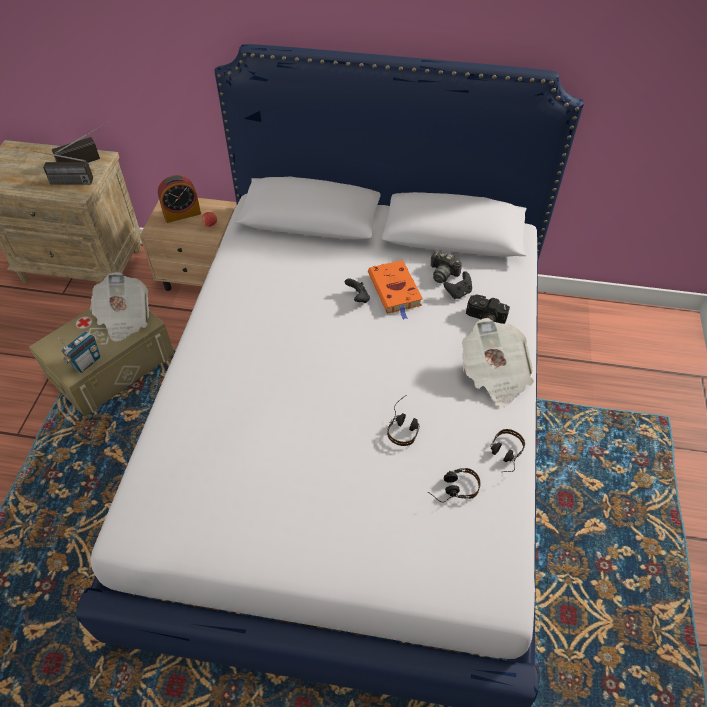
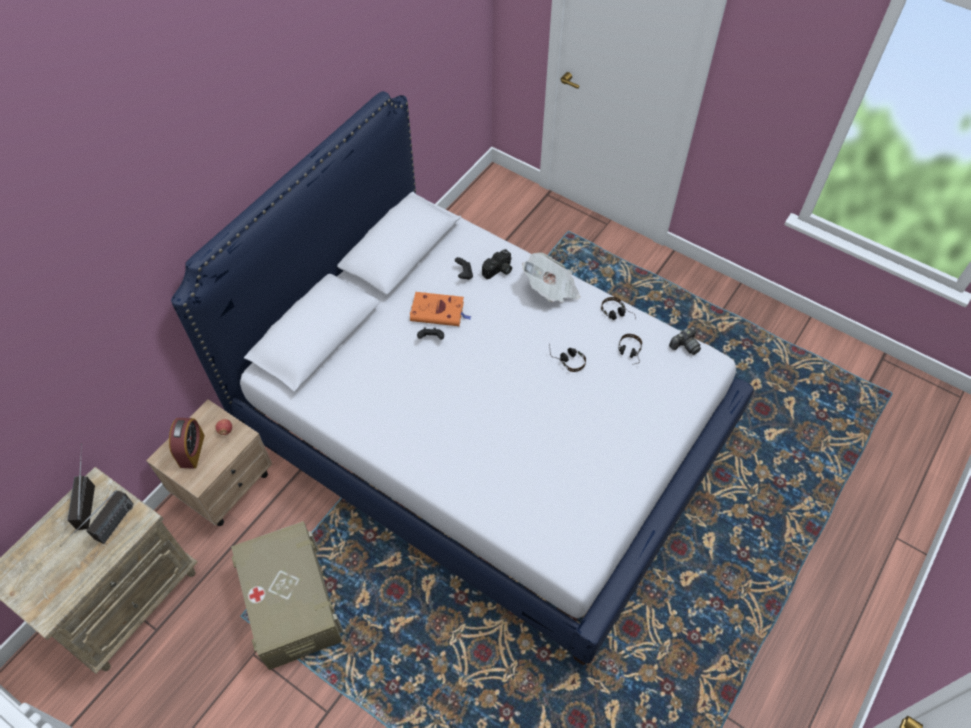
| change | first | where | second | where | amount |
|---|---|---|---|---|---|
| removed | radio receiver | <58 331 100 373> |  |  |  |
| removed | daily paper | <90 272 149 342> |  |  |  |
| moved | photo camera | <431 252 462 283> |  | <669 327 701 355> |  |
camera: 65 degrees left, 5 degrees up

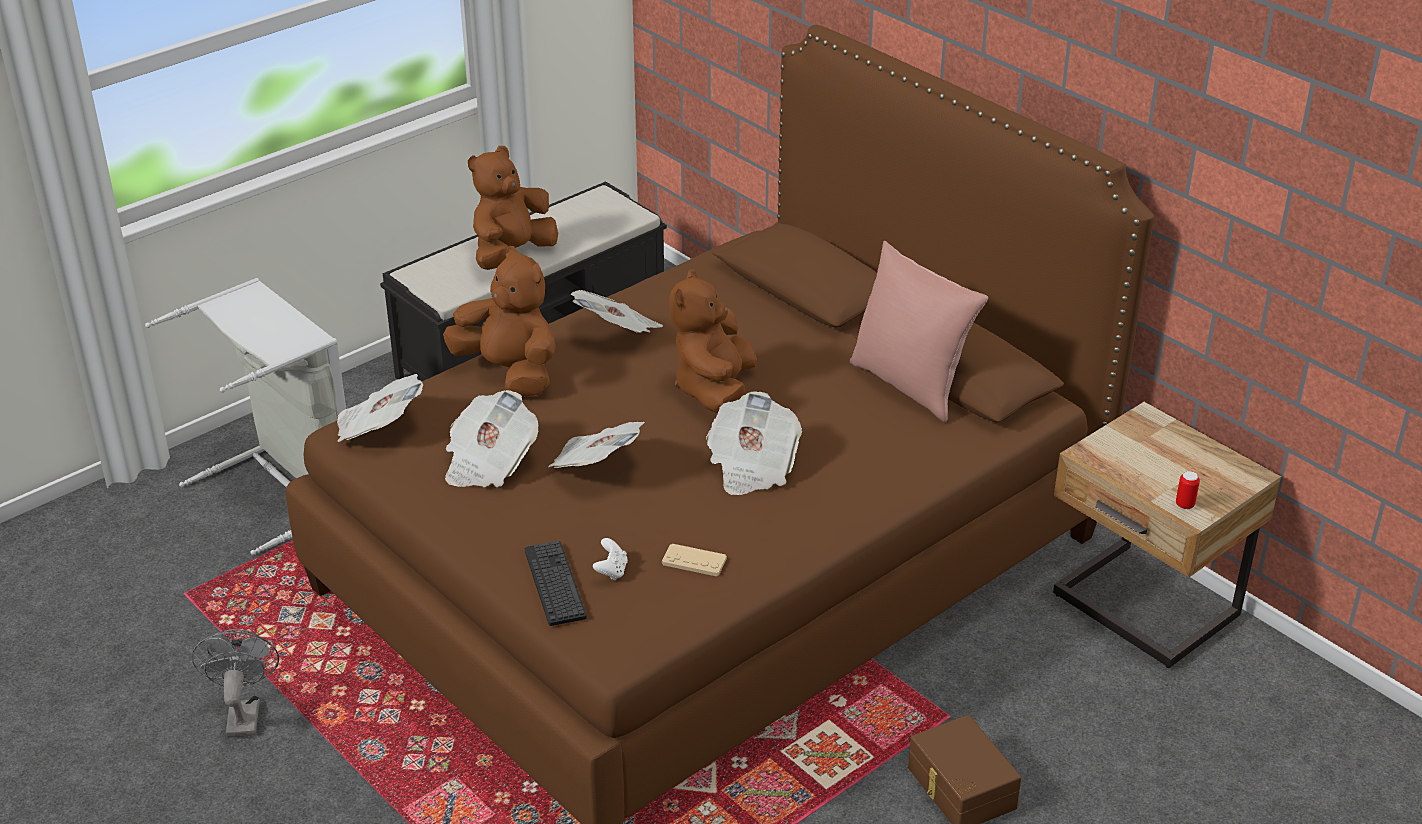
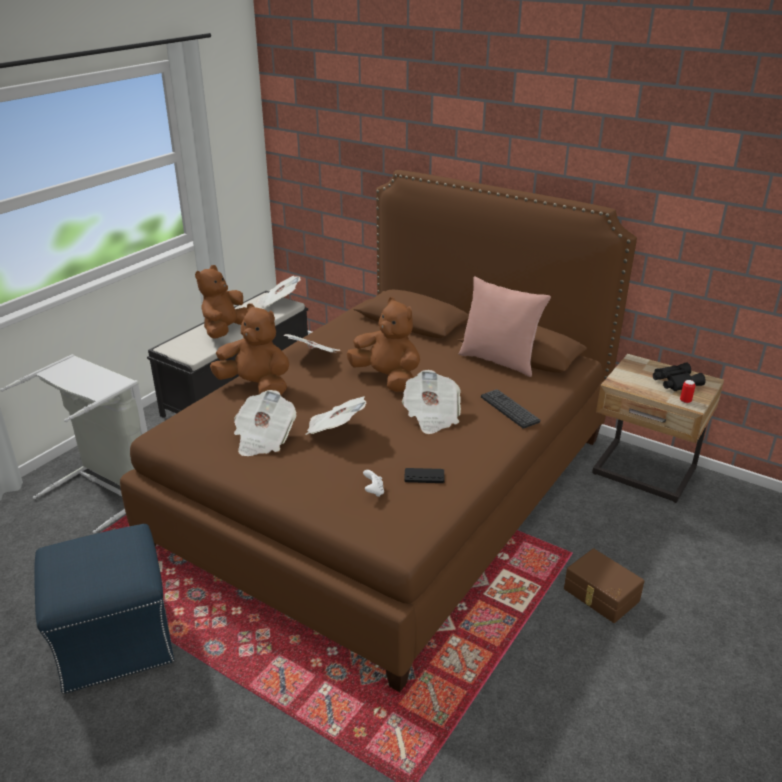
| change | first | where | second | where | amount |
|---|---|---|---|---|---|
| added |  |  | blackish field glasses | <653 363 706 391> |  |
| moved | daily paper | <337 374 423 442> |  | <257 276 301 308> |  |
| moved | keyboard | <525 541 587 626> |  | <481 389 540 429> |  |
| replaced | gray fan | <191 629 279 738> | bluish footrest | <34 524 174 694> |  |
| recoloured | sand-coloured game controller | <662 544 727 576> | blackish game controller | <404 468 444 483> |  |
| turned | brown-coloured plush toy | <669 269 757 413> |  | <347 297 420 392> | 135 degrees clockwise |
camera: 15 degrees left, 5 degrees down

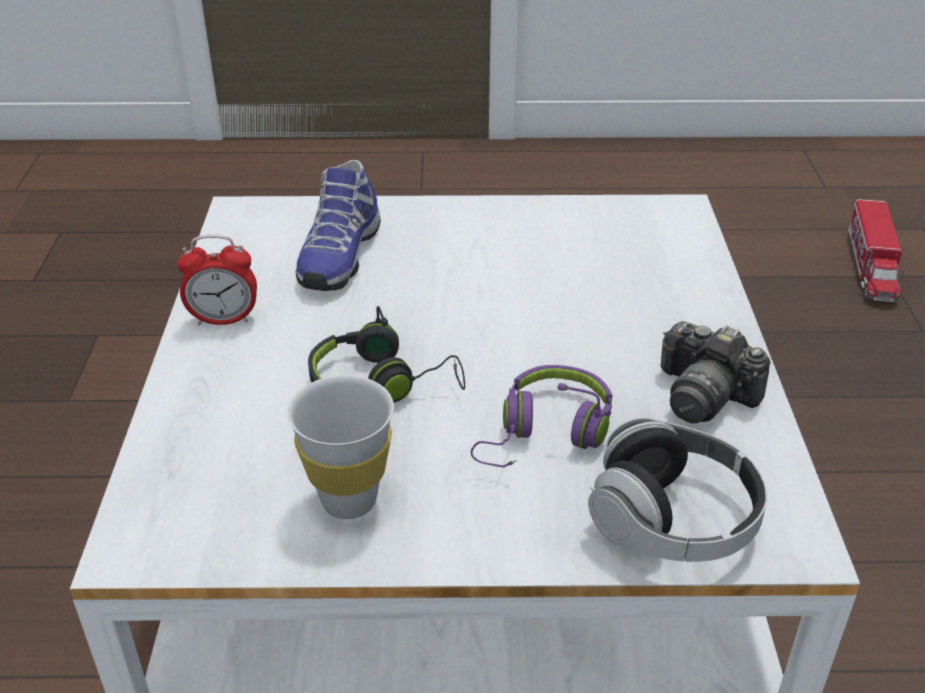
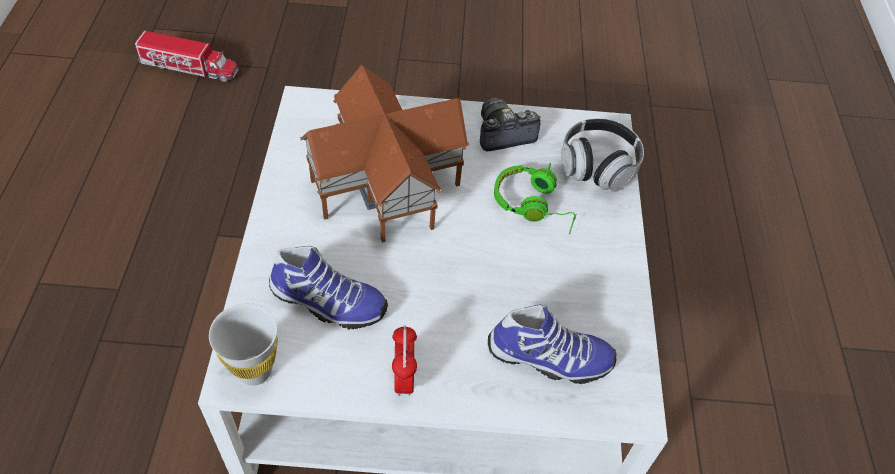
| change | first | where | second | where | amount |
|---|---|---|---|---|---|
| removed | blackish headphones | <308 306 465 403> |  |  |  |
| added |  |  | toy house | <300 65 470 243> |  |
| added |  |  | item of footwear | <488 304 617 384> |  |
| moved | white drinking cup | <287 375 394 519> |  | <209 303 278 386> |  |
| recoloured | purple headphones | <471 365 612 467> | green headphones | <494 163 577 235> |  |
| turned | photo camera | <661 321 771 423> |  | <480 97 541 151> | 150 degrees counterclockwise |
camera: 90 degrees left, 15 degrees up

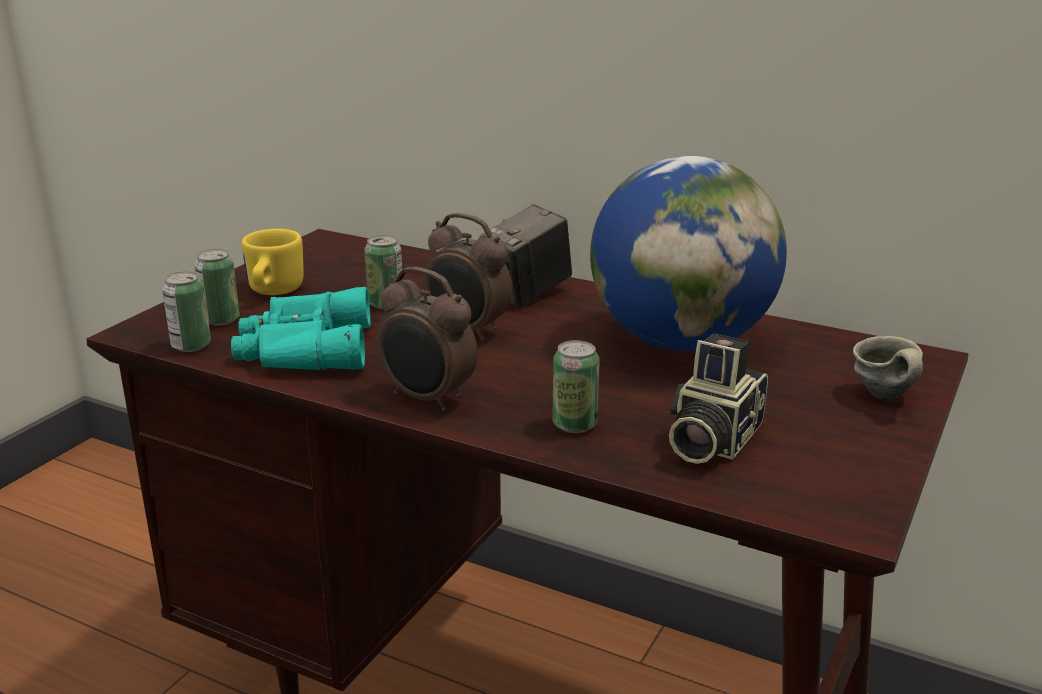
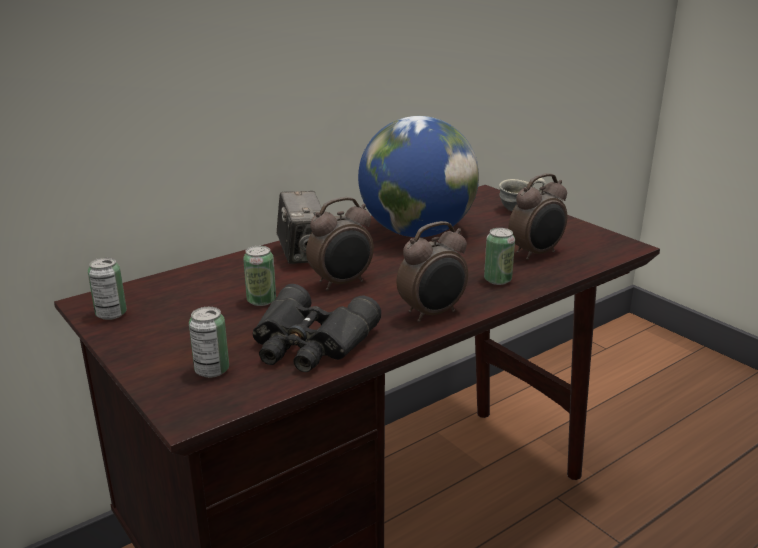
| change | first | where | second | where | amount |
|---|---|---|---|---|---|
| removed | yellow-coloured tea mug | <242 229 304 295> |  |  |  |
| moved | can | <162 271 211 352> |  | <88 257 127 320> |  |
| replaced | photo camera | <669 333 768 464> | table clock | <509 173 567 260> |  |
| recoloured | turquoise-coloured field glasses | <231 287 370 370> | blackish field glasses | <253 284 381 372> |  |
camera: 65 degrees left, 0 degrees up

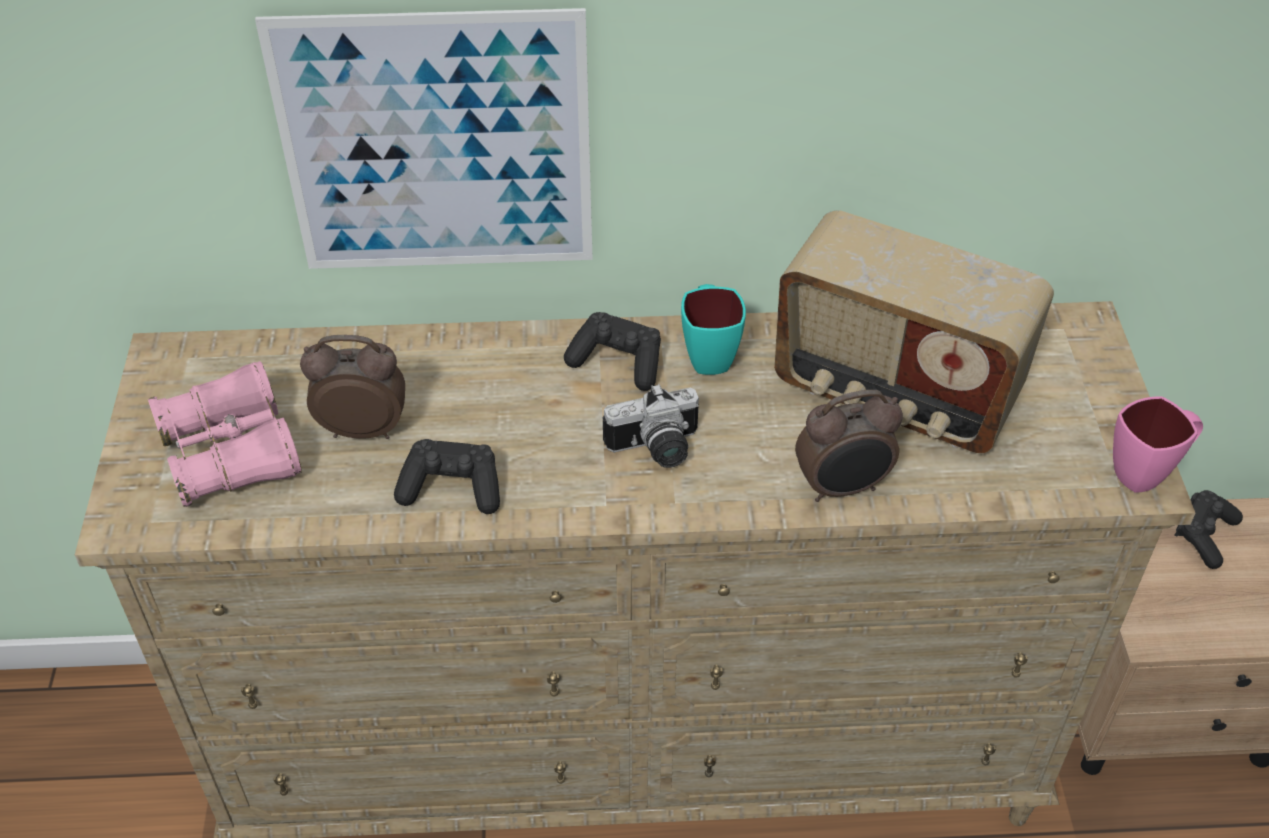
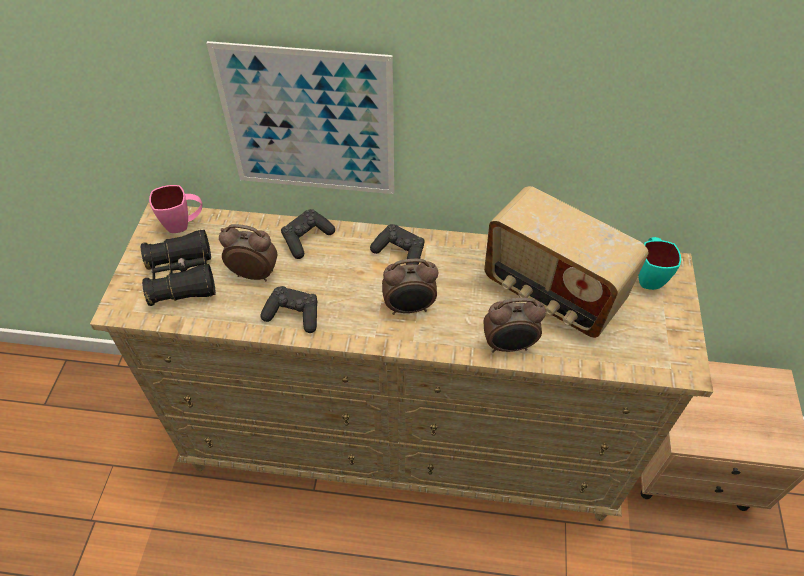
| change | first | where | second | where | amount |
|---|---|---|---|---|---|
| moved | turquoise-coloured tea mug | <681 284 746 375> |  | <638 237 681 290> |  |
| moved | pink tea mug | <1113 396 1203 493> |  | <149 185 202 233> |  |
| moved | blackish game controller | <1174 490 1243 569> |  | <281 209 335 259> |  |
| replaced | photo camera | <603 384 699 468> | table clock | <382 259 438 315> |  |
| recoloured | pink field glasses | <148 361 302 507> | blackish field glasses | <141 230 216 306> |  |
camera: 10 degrees right, 5 degrees up

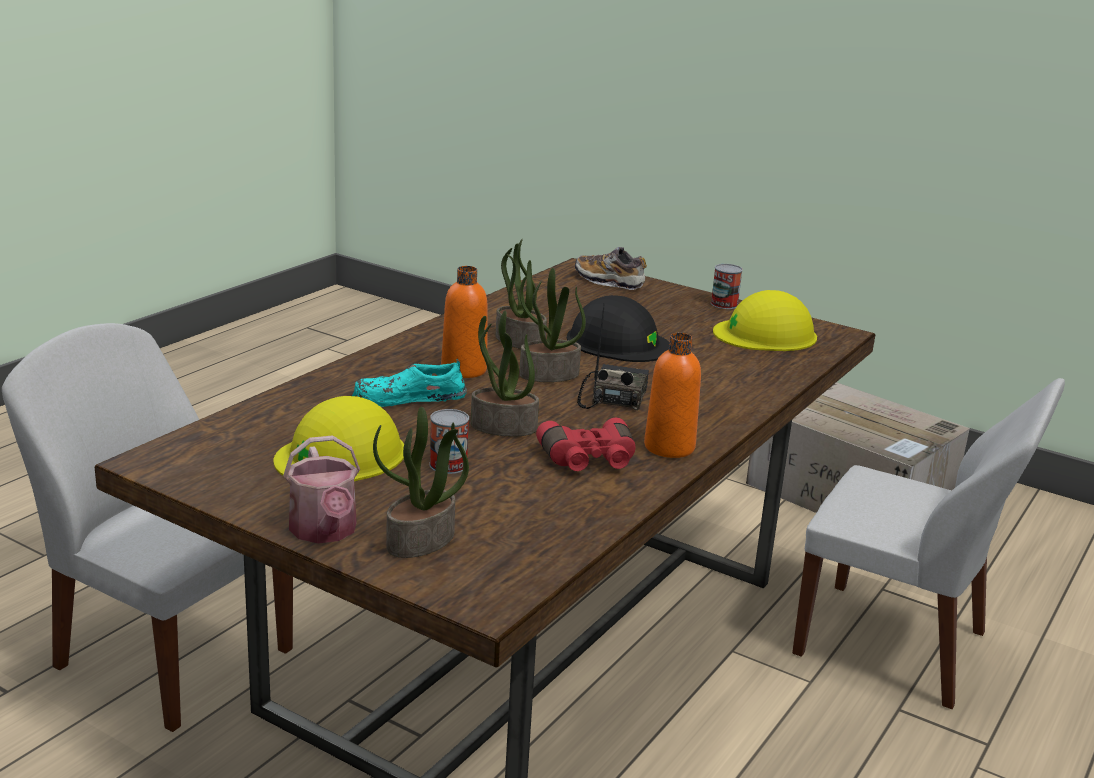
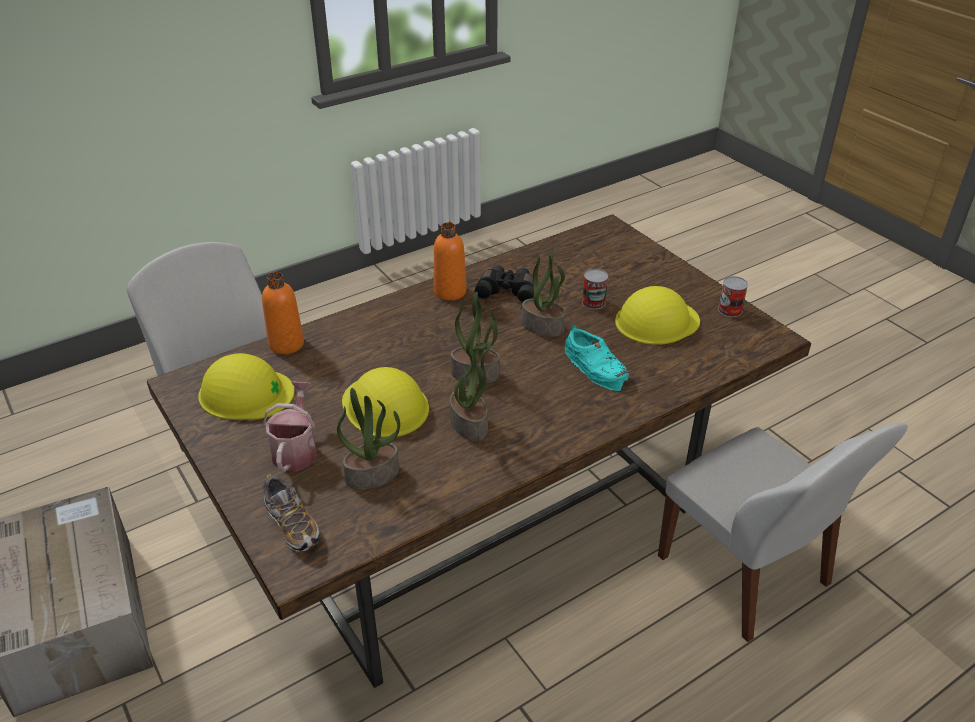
| change | first | where | second | where | amount |
|---|---|---|---|---|---|
| removed | radio receiver | <577 303 649 410> |  |  |  |
| moved | watering pot | <283 435 360 543> |  | <263 381 317 472> |  |
| moved | potted plant | <373 407 469 558> |  | <337 388 400 490> |  |
| moved | orange drink bottle | <441 266 487 378> |  | <262 272 304 354> |  |
| moved | can | <711 264 743 309> |  | <718 276 748 317> |  |
| recoloured | red field glasses | <536 418 636 471> | blackish field glasses | <474 265 534 303> |  |
| recoloured | blackish hard hat | <567 295 669 362> | yellow-coloured hard hat | <342 367 429 438> |  |
| turned | turquoise-coloured item of footwear | <352 359 467 407> |  | <565 325 629 391> | 45 degrees clockwise |
camera: 155 degrees left, 15 degrees up

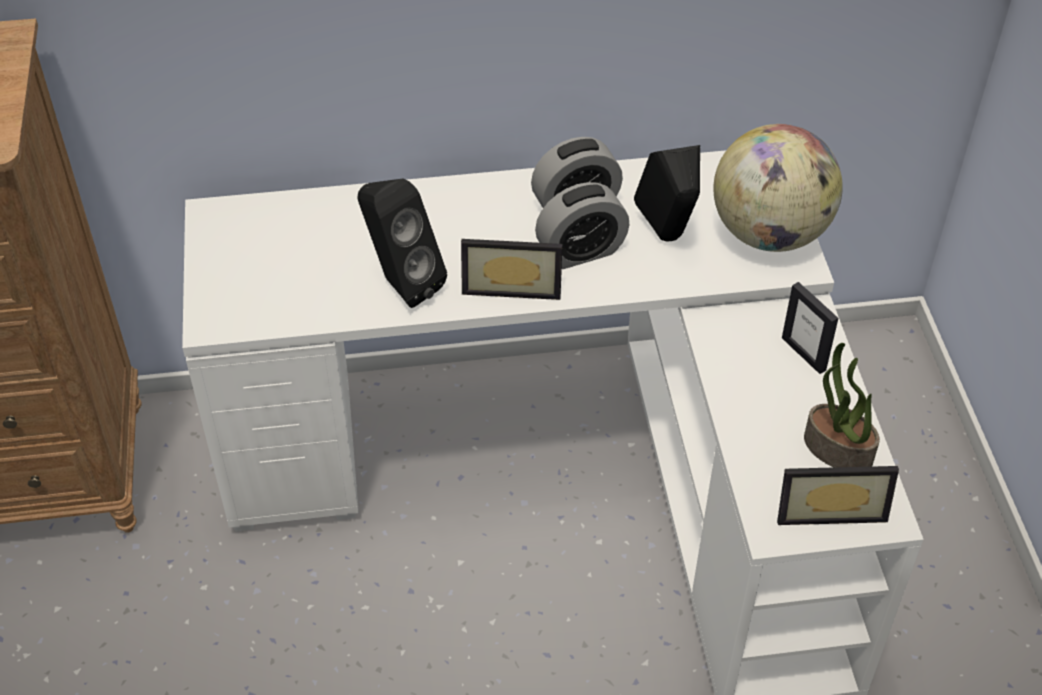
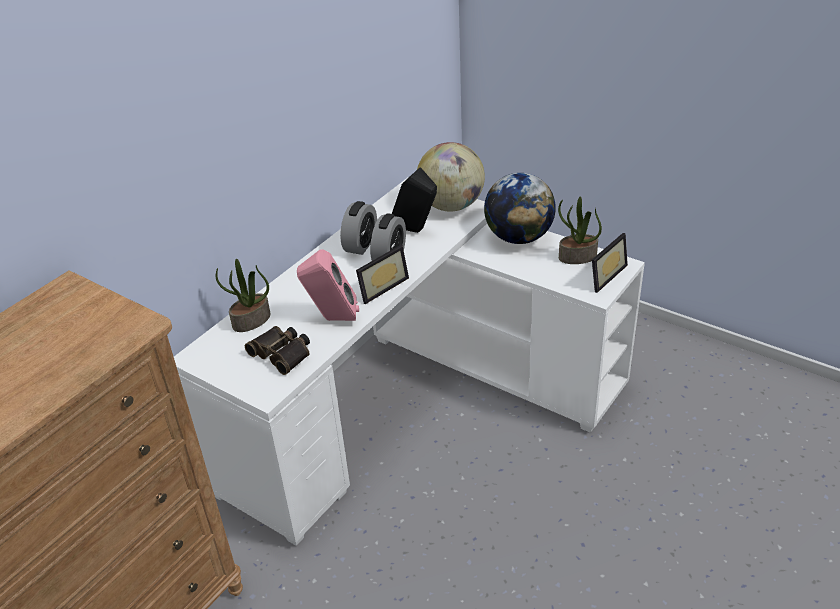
| change | first | where | second | where | amount |
|---|---|---|---|---|---|
| added |  |  | potted plant | <216 259 270 332> |  |
| added |  |  | field glasses | <245 326 310 375> |  |
| replaced | standing frame | <782 282 838 374> | globe | <484 173 556 244> |  |
| recoloured | blackish audio speaker | <357 179 447 308> | pink audio speaker | <297 249 359 321> |  |
camera: 45 degrees left, 10 degrees down

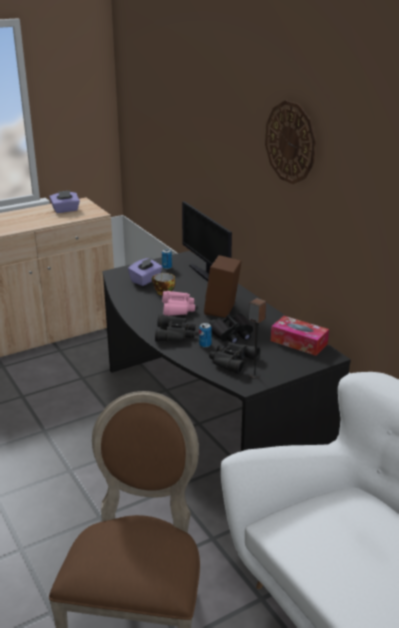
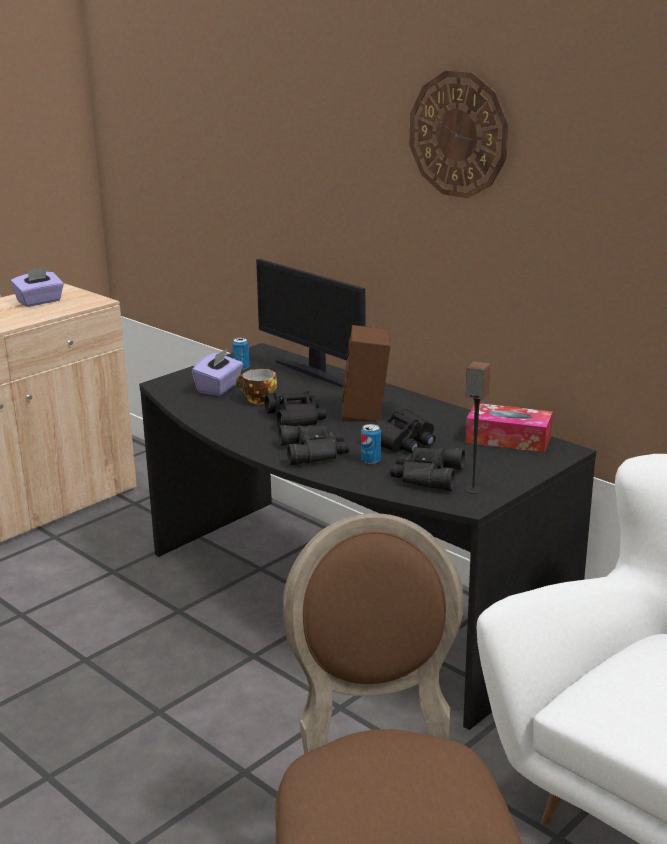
| change | first | where | second | where | amount |
|---|---|---|---|---|---|
| recoloured | pink field glasses | <163 291 195 316> | blackish field glasses | <264 391 326 428> |  |
camera: 15 degrees left, 5 degrees down

